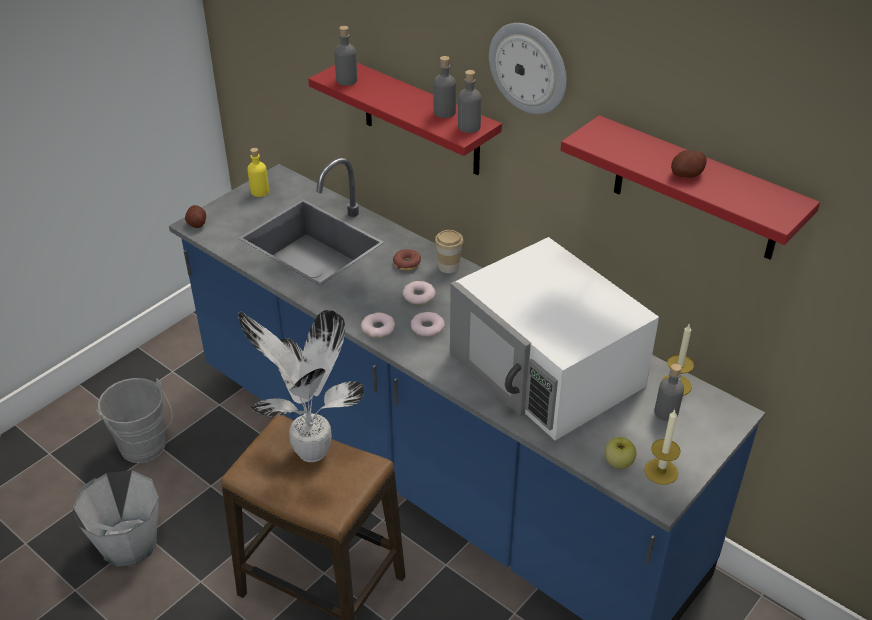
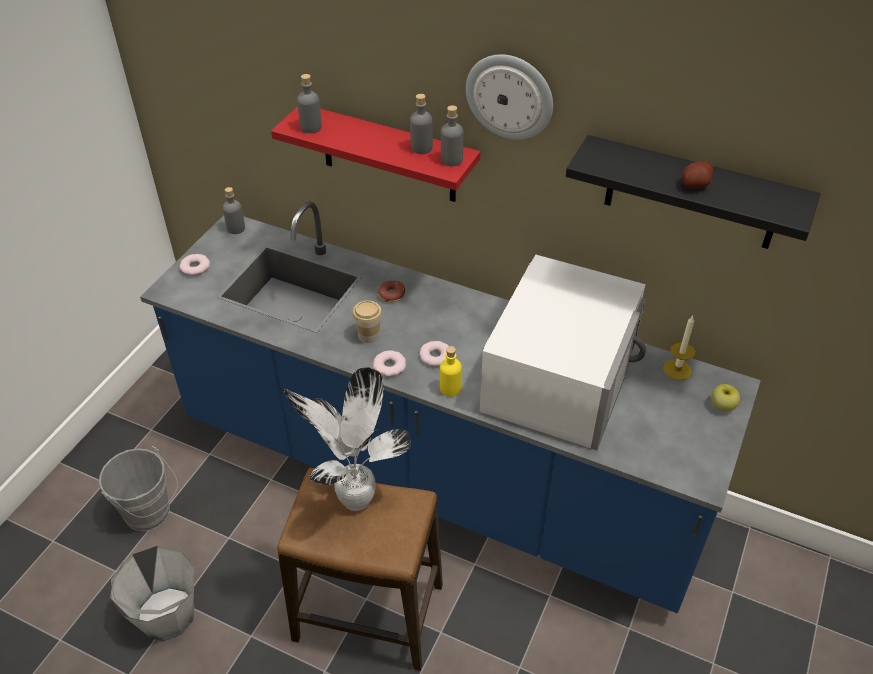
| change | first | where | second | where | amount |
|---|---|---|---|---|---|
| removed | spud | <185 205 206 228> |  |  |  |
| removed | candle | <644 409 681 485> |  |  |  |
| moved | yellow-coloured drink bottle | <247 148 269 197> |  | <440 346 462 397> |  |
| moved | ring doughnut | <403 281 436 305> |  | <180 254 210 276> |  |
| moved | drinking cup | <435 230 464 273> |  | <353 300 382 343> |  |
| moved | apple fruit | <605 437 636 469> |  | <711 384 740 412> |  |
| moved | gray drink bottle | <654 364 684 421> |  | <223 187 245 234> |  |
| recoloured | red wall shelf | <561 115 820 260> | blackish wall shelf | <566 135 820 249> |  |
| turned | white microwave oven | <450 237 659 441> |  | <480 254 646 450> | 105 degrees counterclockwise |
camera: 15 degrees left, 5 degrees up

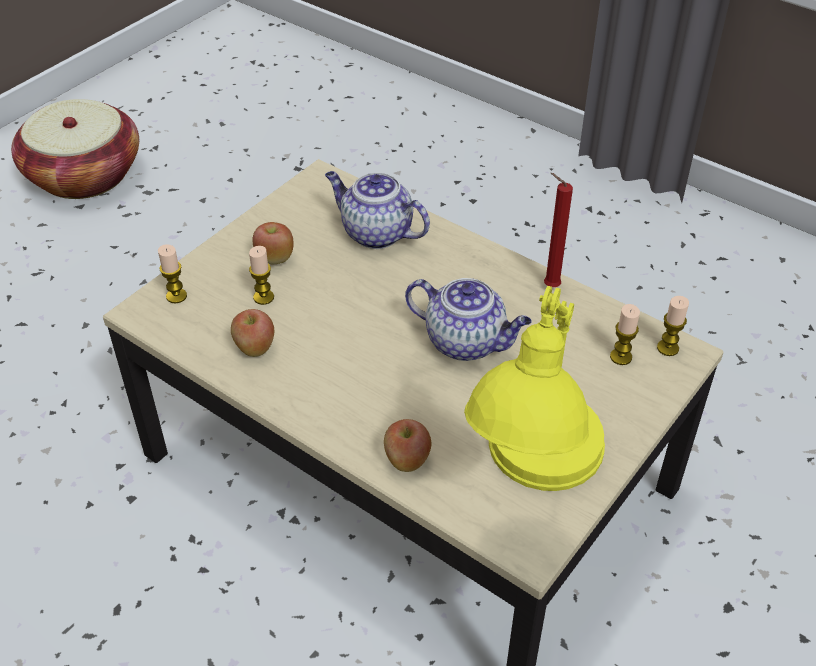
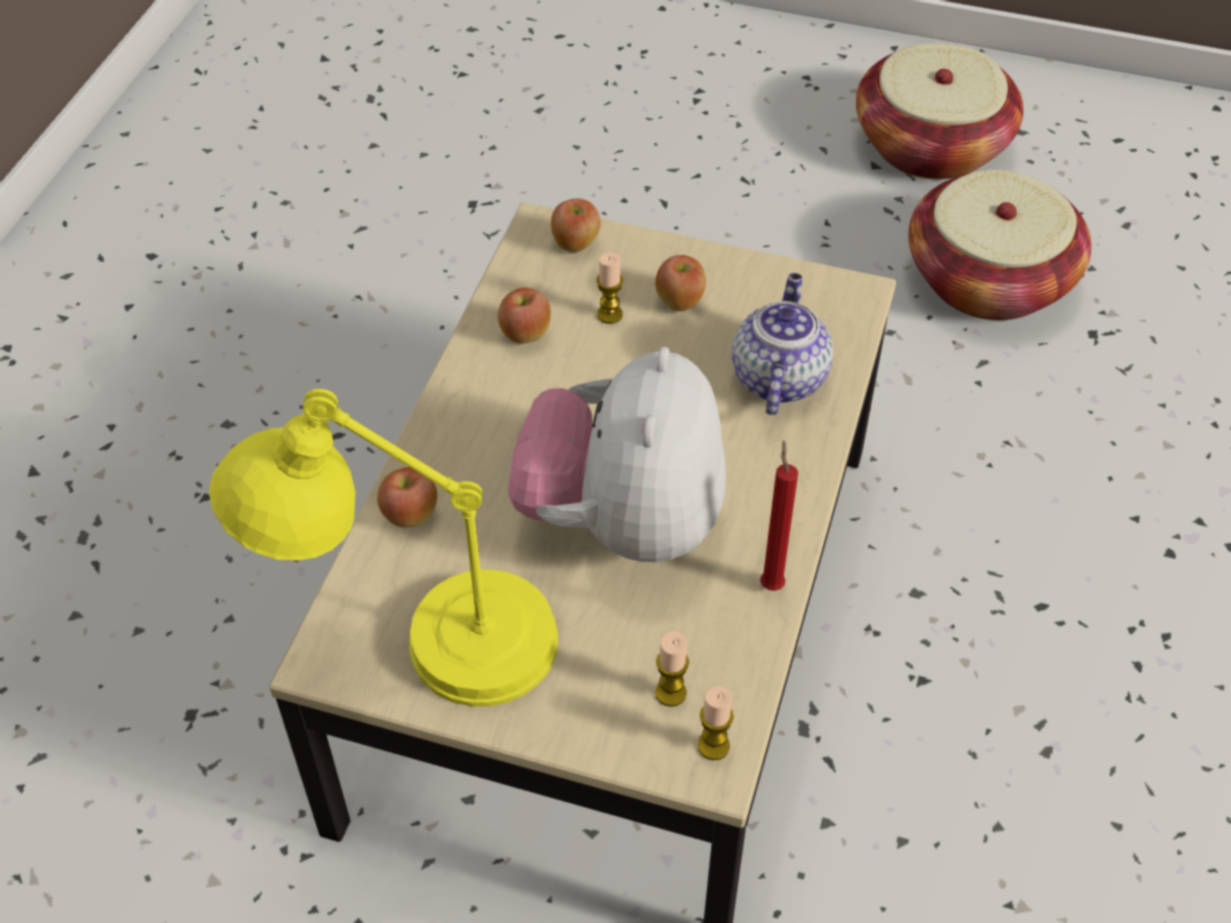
| change | first | where | second | where | amount |
|---|---|---|---|---|---|
| added |  |  | basket | <908 170 1092 320> |  |
| replaced | candle | <158 244 187 303> | apple fruit | <551 198 601 252> |  |
| replaced | tea pot | <405 278 532 361> | plush toy | <508 347 726 562> |  |
camera: 70 degrees right, 5 degrees up

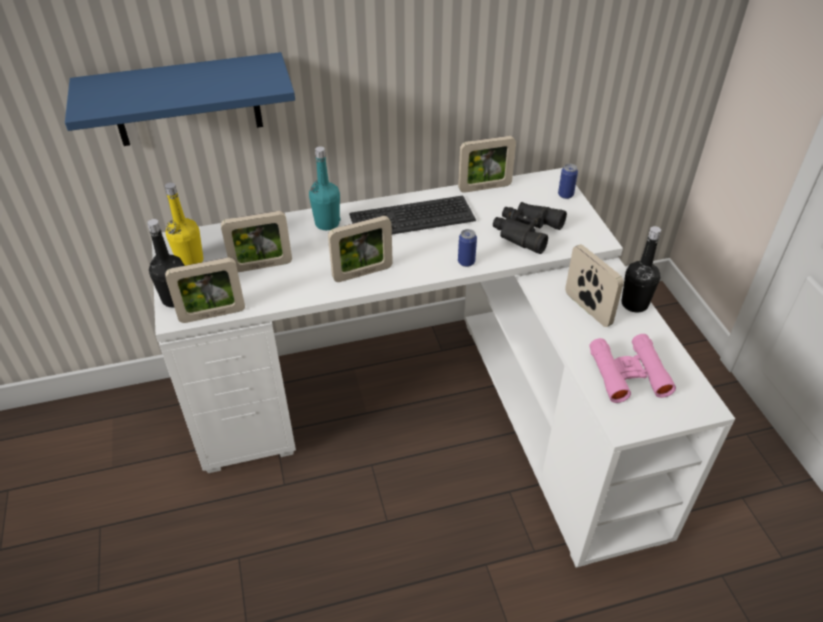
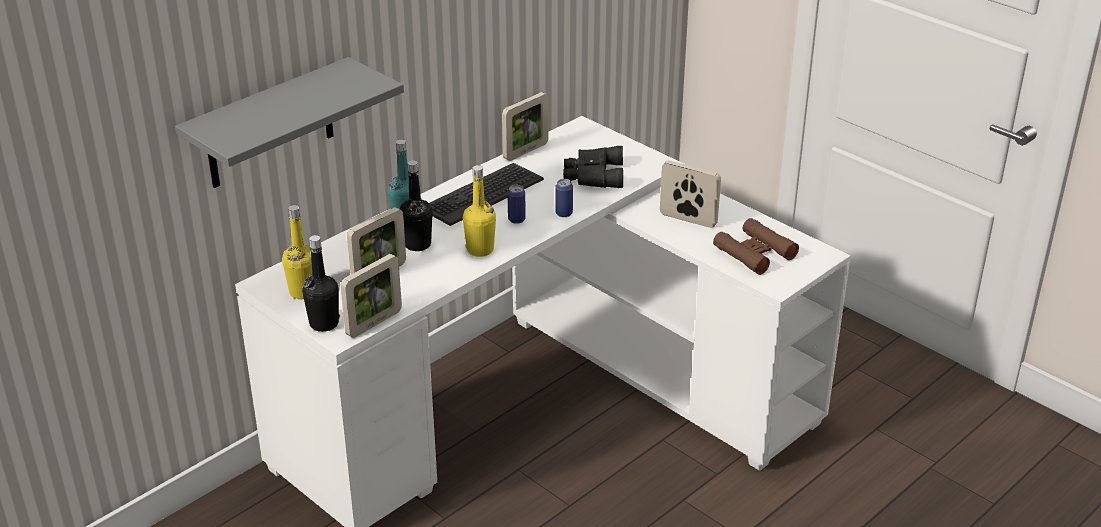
| change | first | where | second | where | amount |
|---|---|---|---|---|---|
| moved | can | <558 164 578 199> |  | <507 185 526 224> |  |
| moved | blackish drink bottle | <621 226 661 313> |  | <400 160 432 251> |  |
| replaced | standing frame | <328 216 393 282> | yellow-coloured drink bottle | <463 165 496 257> |  |
| recoloured | bluish wall shelf | <65 52 295 146> | gray wall shelf | <175 57 404 188> |  |
| recoloured | pink field glasses | <589 334 676 403> | brown-coloured field glasses | <713 218 799 275> |  |
camera: 30 degrees left, 10 degrees down

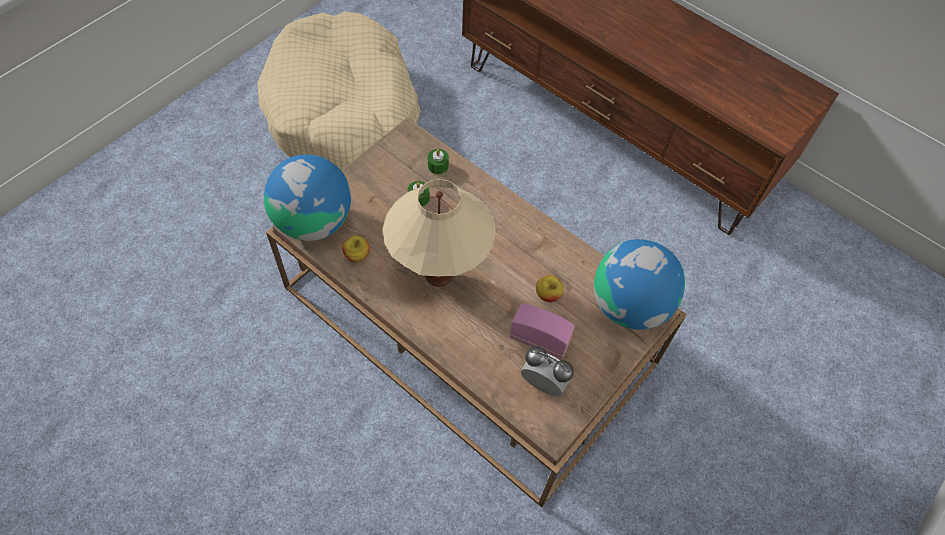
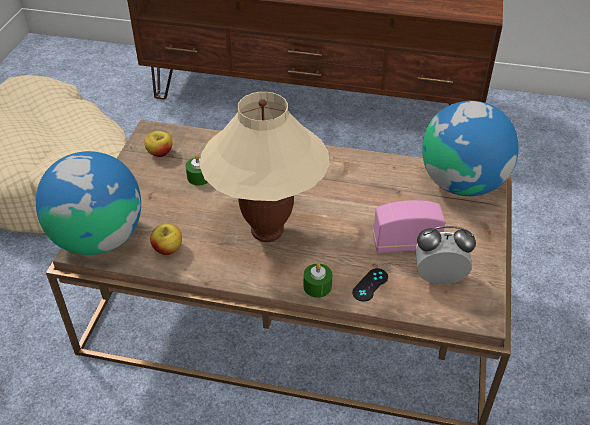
| change | first | where | second | where | amount |
|---|---|---|---|---|---|
| added |  |  | blackish game controller | <352 268 388 302> |  |
| moved | green candle | <428 149 449 174> |  | <304 263 332 298> |  |
| moved | apple fruit | <536 275 564 302> |  | <144 131 173 157> |  |
camera: 25 degrees left, 15 degrees down

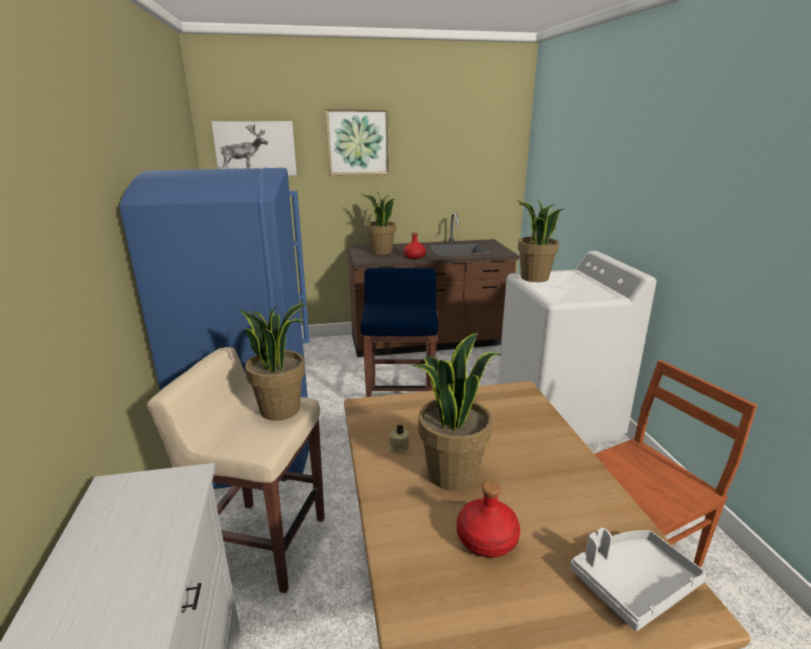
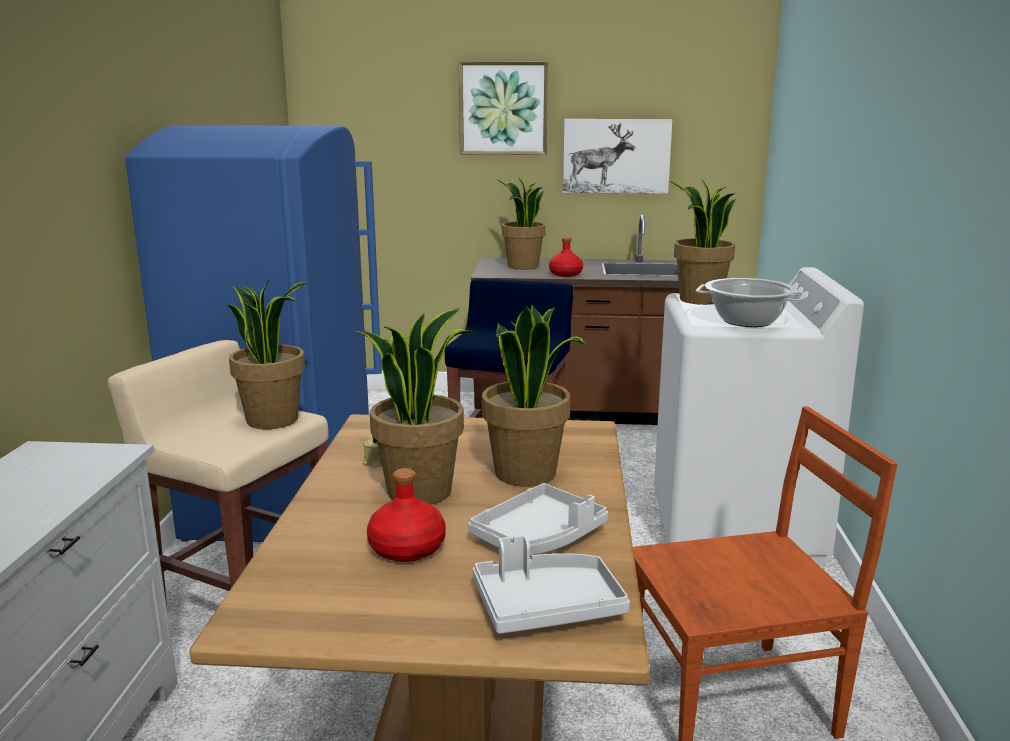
| change | first | where | second | where | amount |
|---|---|---|---|---|---|
| added |  |  | gray carrying tray | <468 483 608 556> |  |
| added |  |  | potted plant | <482 305 586 486> |  |
| added |  |  | cooking pot | <696 278 805 327> |  |
| moved | wall art | <211 121 297 176> |  | <563 119 672 194> |  |
camera: 15 degrees right, 5 degrees down

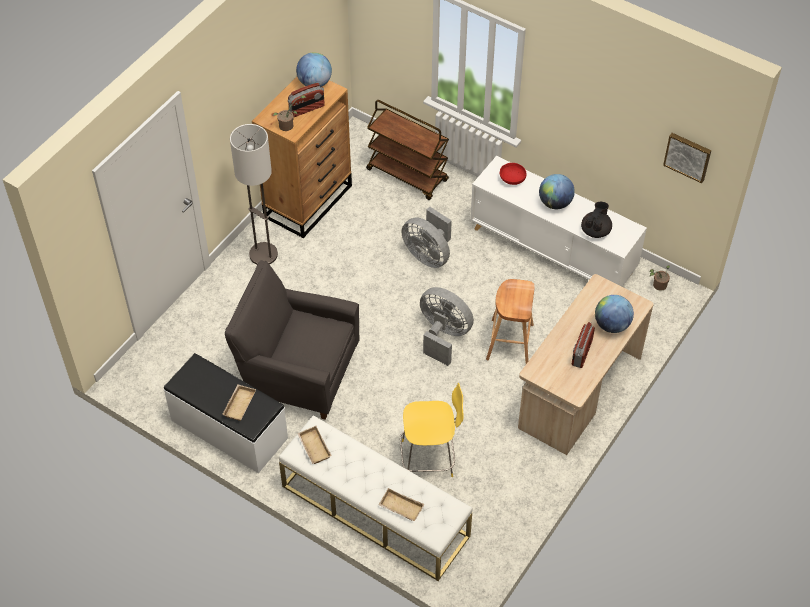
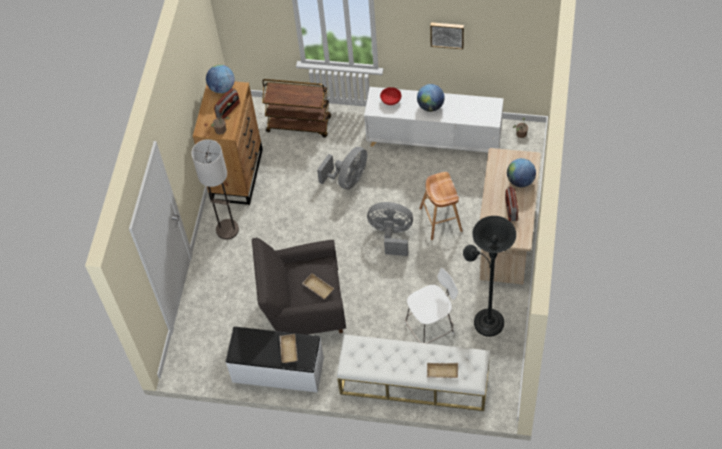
| change | first | where | second | where | amount |
|---|---|---|---|---|---|
| removed | blackish tea pot | <581 202 612 238> |  |  |  |
| added |  |  | blackish floor lamp | <463 216 516 337> |  |
| moved | sand-coloured carrying tray | <297 426 332 464> |  | <302 273 334 299> |  |
| moved | wall art | <663 133 711 183> |  | <430 22 464 49> |  |
| recoloured | yellow-coloured plain chair | <400 383 464 477> | white plain chair | <405 268 458 344> |  |
| turned | gray fan | <401 207 452 268> |  | <317 147 367 190> | 75 degrees counterclockwise |
camera: 20 degrees left, 5 degrees up

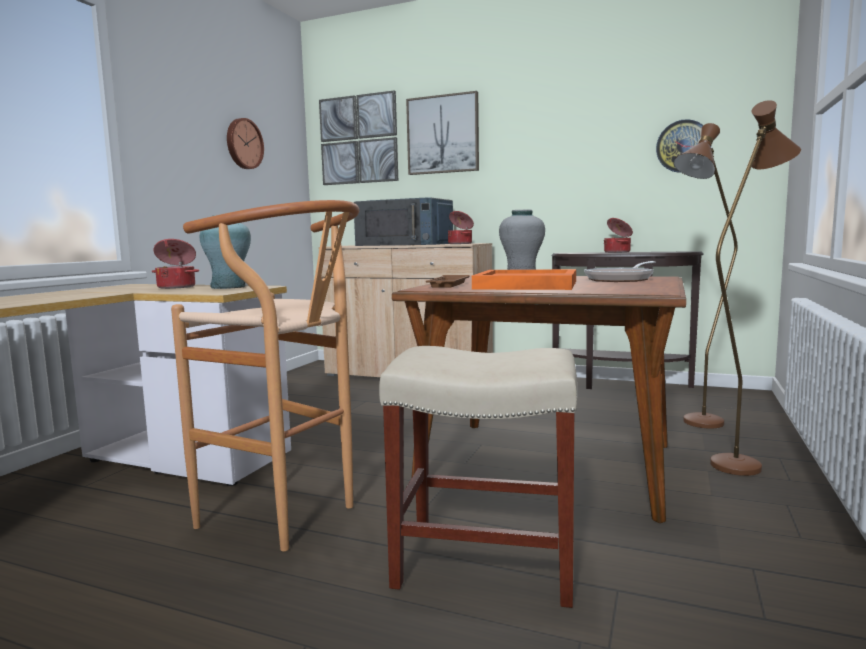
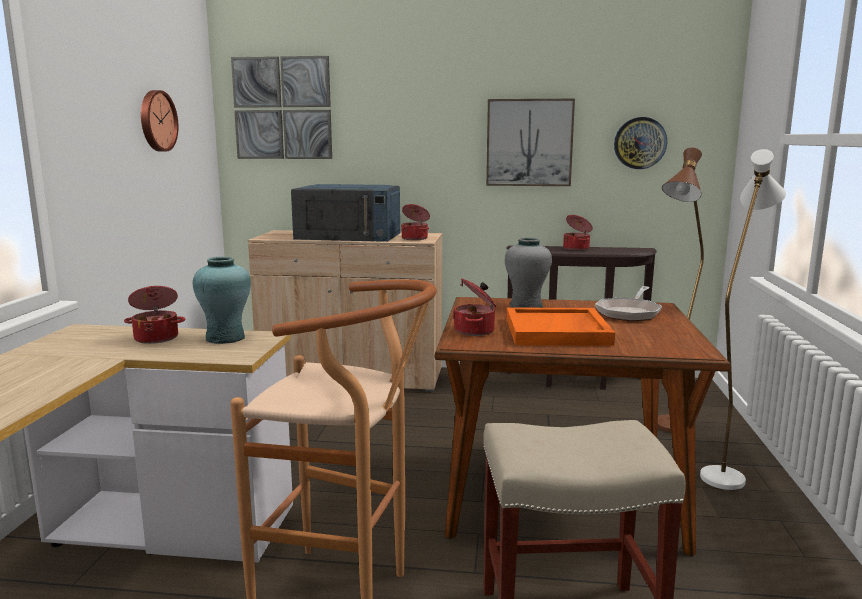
| change | first | where | second | where | amount |
|---|---|---|---|---|---|
| moved | wall art | <406 91 479 175> |  | <486 99 575 186> |  |
| replaced | brown-coloured carrying tray | <426 275 470 288> | cooking pot | <453 278 496 336> |  |
| recoloured | brown-coloured floor lamp | <710 100 801 476> | white floor lamp | <700 149 786 490> |  |
camera: 15 degrees left, 5 degrees up

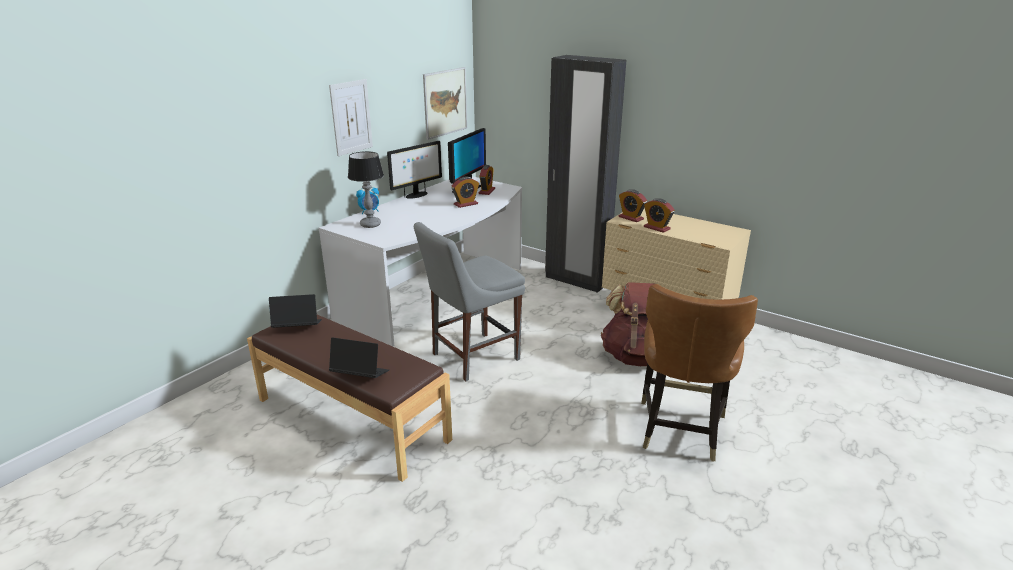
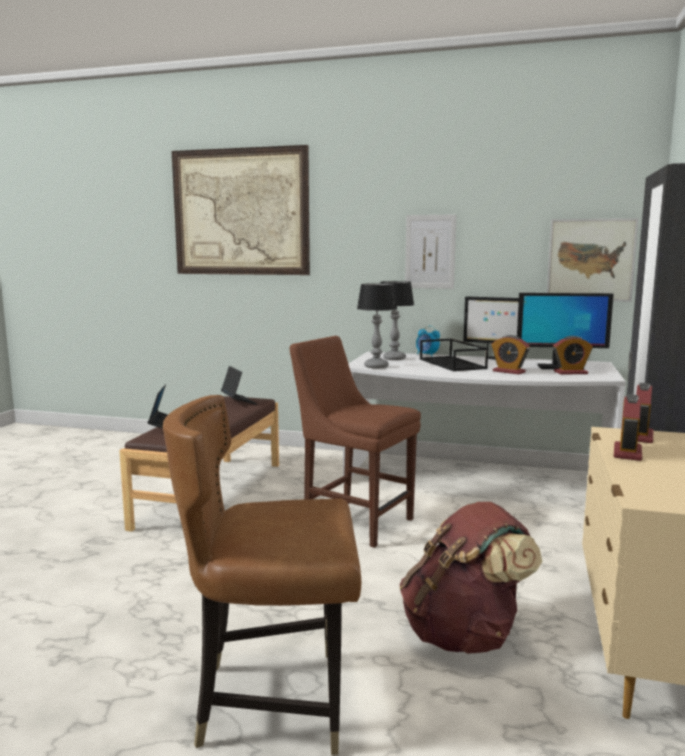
| change | first | where | second | where | amount |
|---|---|---|---|---|---|
| added |  |  | wall art | <172 145 310 275> |  |
| added |  |  | lamp for a table | <357 283 397 369> |  |
| added |  |  | blackish carrying tray | <420 339 488 371> |  |
| recoloured | gray plain chair | <414 222 525 381> | brown-coloured plain chair | <290 336 421 548> |  |
camera: 70 degrees right, 15 degrees down

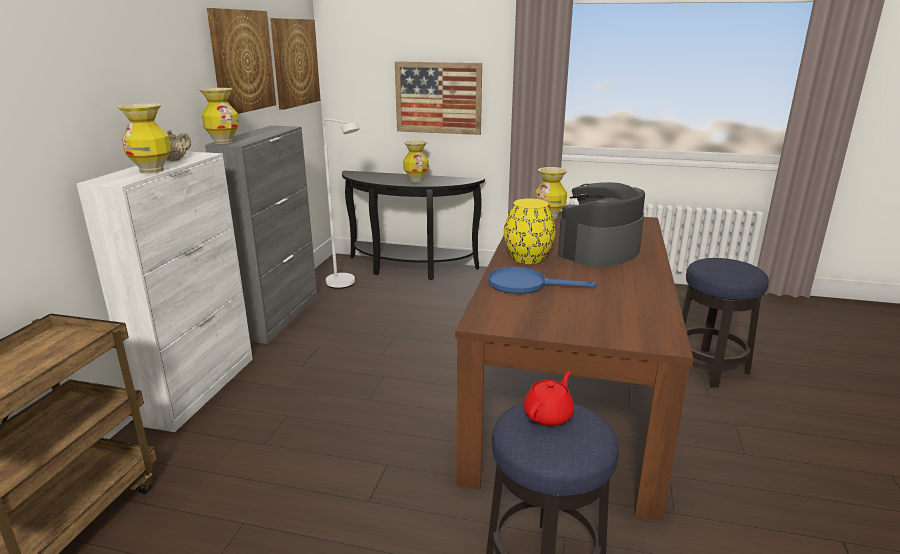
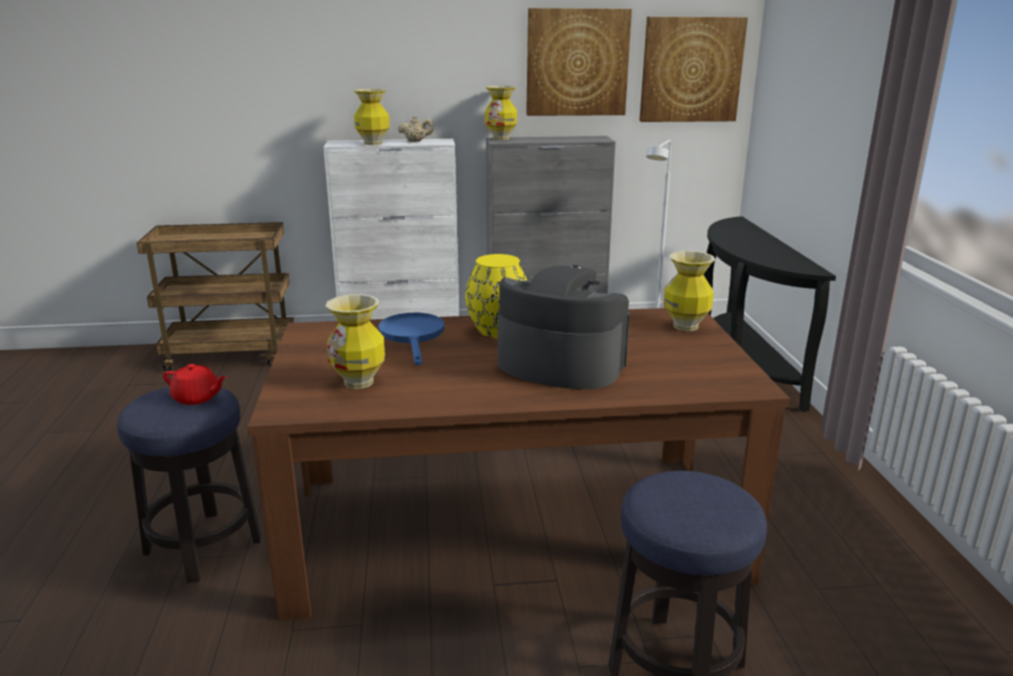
| change | first | where | second | where | amount |
|---|---|---|---|---|---|
| removed | wall art | <395 61 482 135> |  |  |  |
| moved | vase | <403 140 429 182> |  | <326 294 385 389> |  |
camera: 70 degrees right, 0 degrees up

